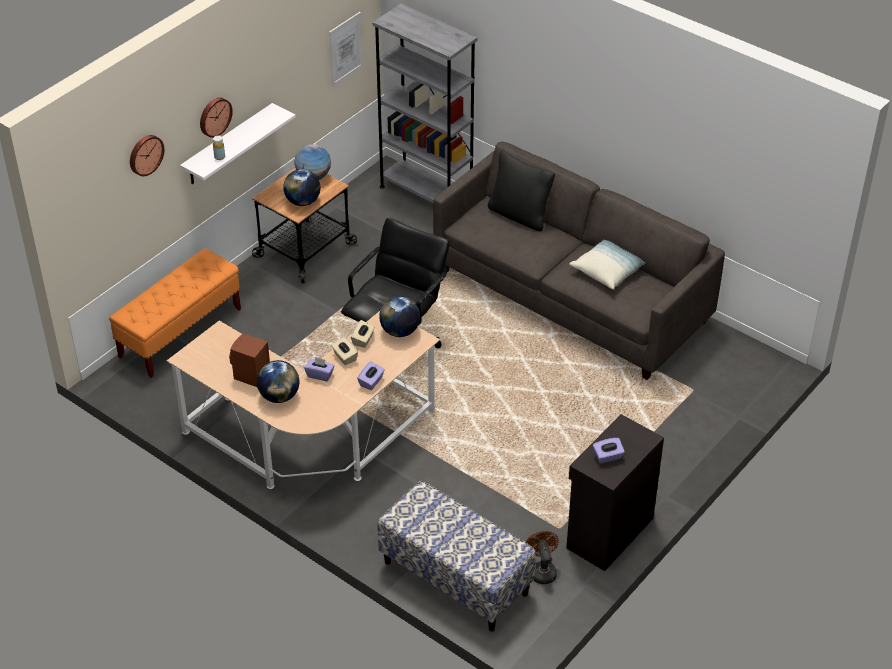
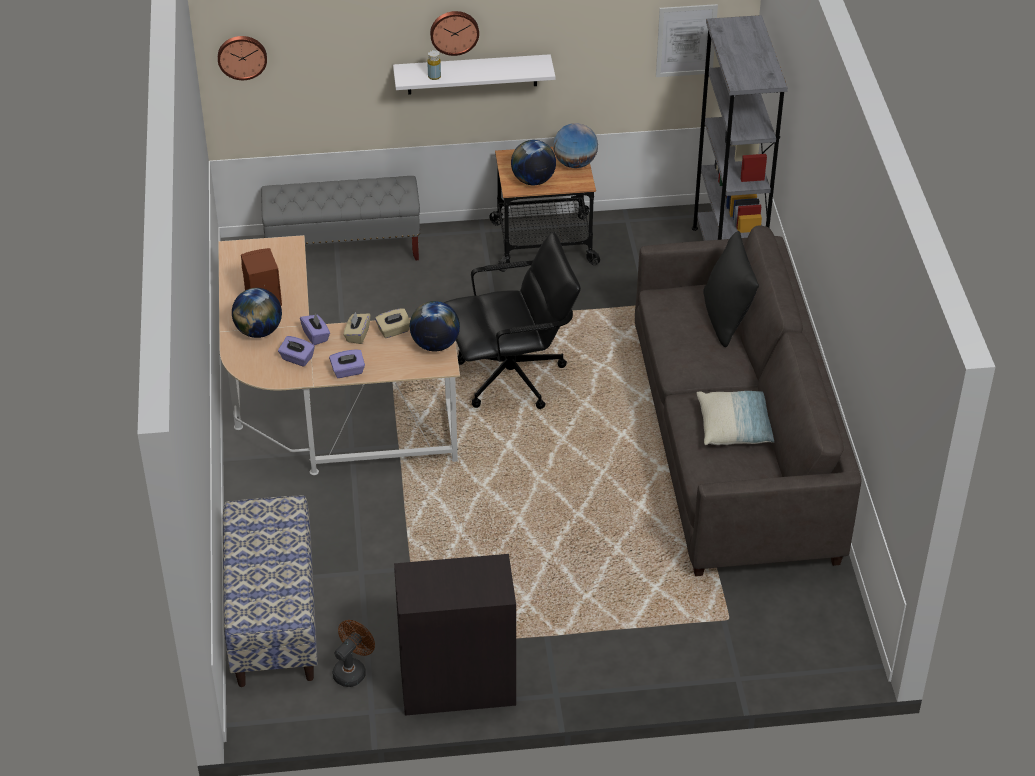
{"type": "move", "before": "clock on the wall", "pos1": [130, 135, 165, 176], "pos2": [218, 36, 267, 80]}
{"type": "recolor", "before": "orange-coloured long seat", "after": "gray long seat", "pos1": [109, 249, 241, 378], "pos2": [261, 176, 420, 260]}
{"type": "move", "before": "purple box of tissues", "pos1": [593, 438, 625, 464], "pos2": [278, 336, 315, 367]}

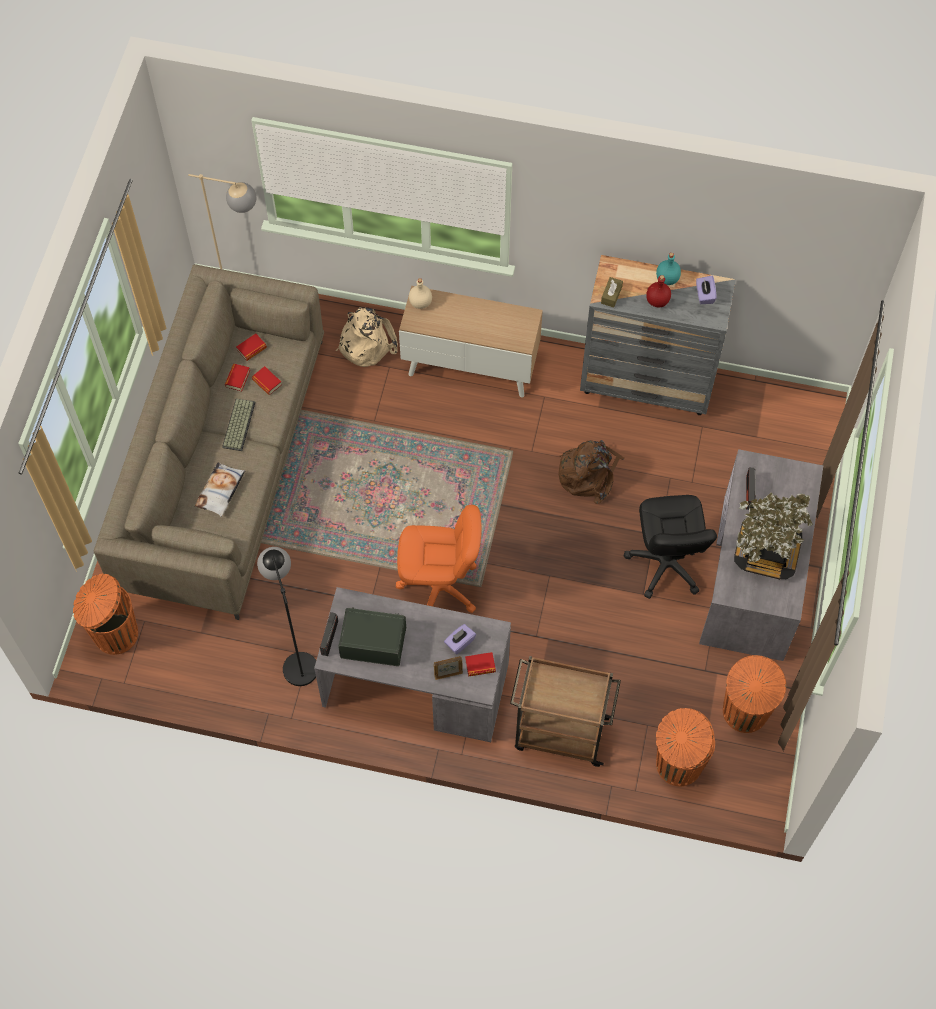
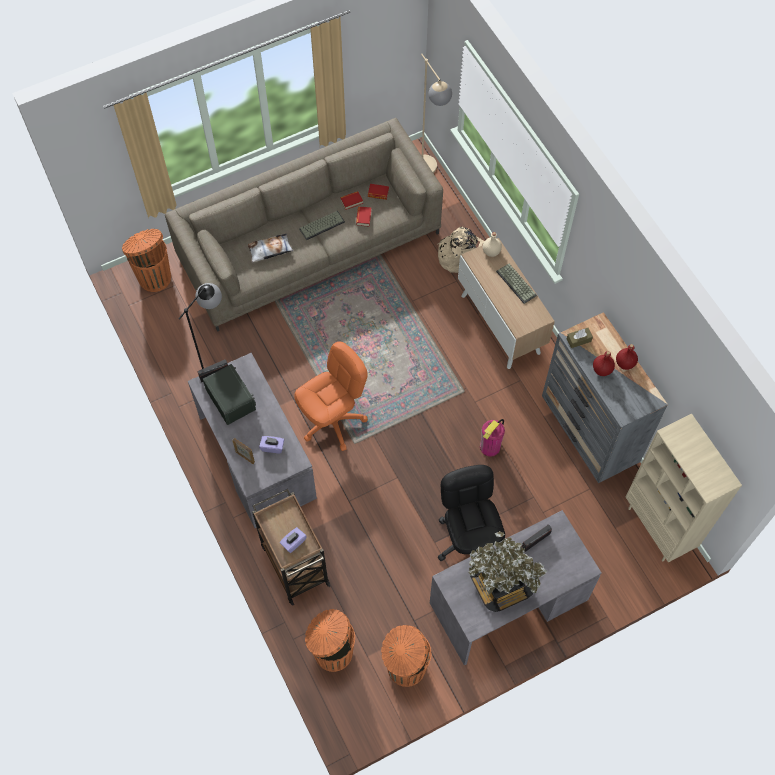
{"type": "recolor", "before": "turquoise drink bottle", "after": "red drink bottle", "pos1": [656, 253, 681, 285], "pos2": [616, 344, 638, 370]}
{"type": "move", "before": "purple box of tissues", "pos1": [696, 276, 716, 304], "pos2": [280, 527, 307, 553]}
{"type": "replace", "before": "brownish backpack", "after": "fire extinguisher", "pos1": [558, 440, 624, 504], "pos2": [480, 419, 505, 457]}
{"type": "rotate", "before": "black-coloured office chair", "pos1": [624, 495, 717, 599], "pos2": [438, 465, 505, 561], "turn": 120}
{"type": "rotate", "before": "orange-coloured office chair", "pos1": [396, 505, 482, 613], "pos2": [294, 342, 368, 451], "turn": -90}
{"type": "delete", "before": "bound book", "pos1": [465, 652, 496, 677]}
{"type": "insert", "after": "keyboard", "pos2": [496, 264, 537, 304]}
{"type": "insert", "after": "beige shelving unit", "pos2": [626, 413, 742, 563]}

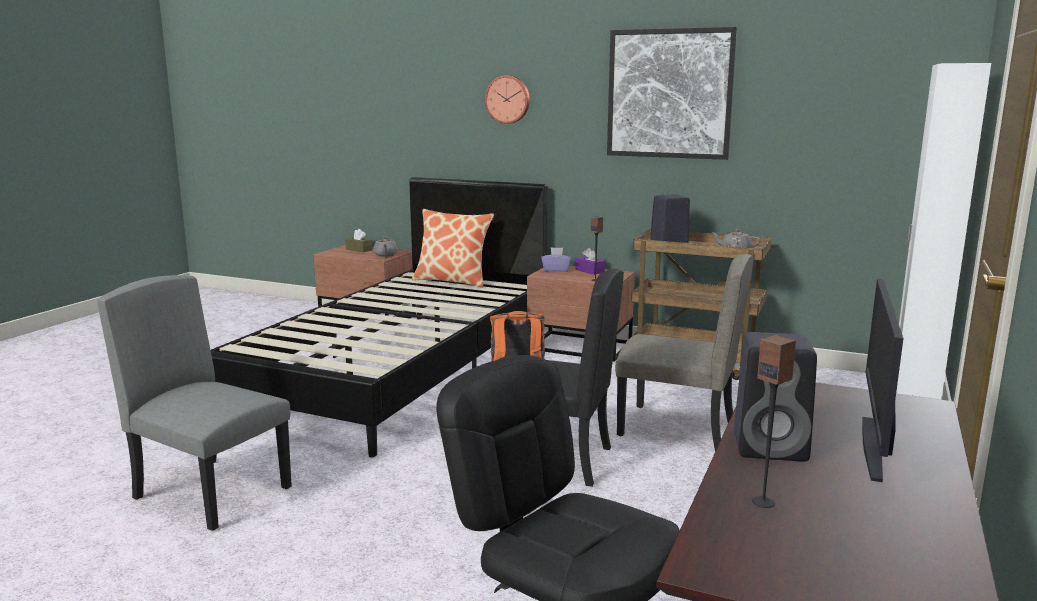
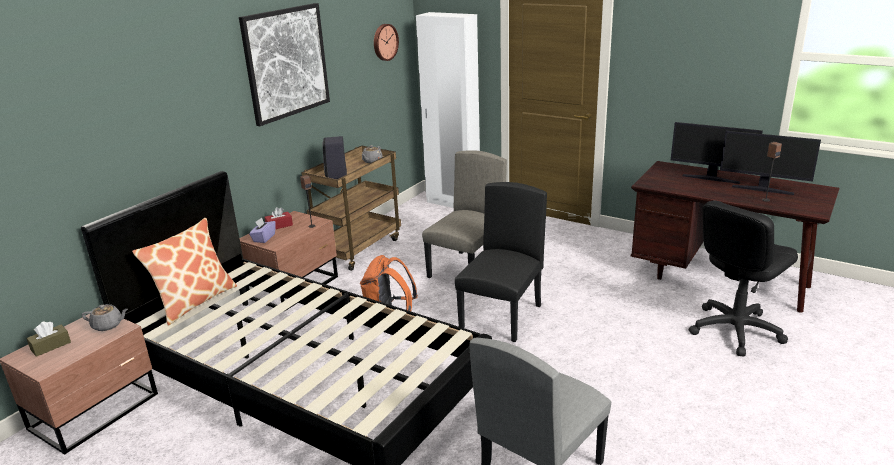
{"type": "move", "before": "clock on the wall", "pos1": [485, 75, 530, 124], "pos2": [374, 24, 399, 61]}
{"type": "recolor", "before": "purple box of tissues", "after": "red box of tissues", "pos1": [576, 248, 605, 275], "pos2": [264, 207, 293, 229]}
{"type": "delete", "before": "black-coloured loudspeaker", "pos1": [734, 332, 817, 462]}
{"type": "insert", "after": "monitor", "pos2": [720, 131, 821, 195]}

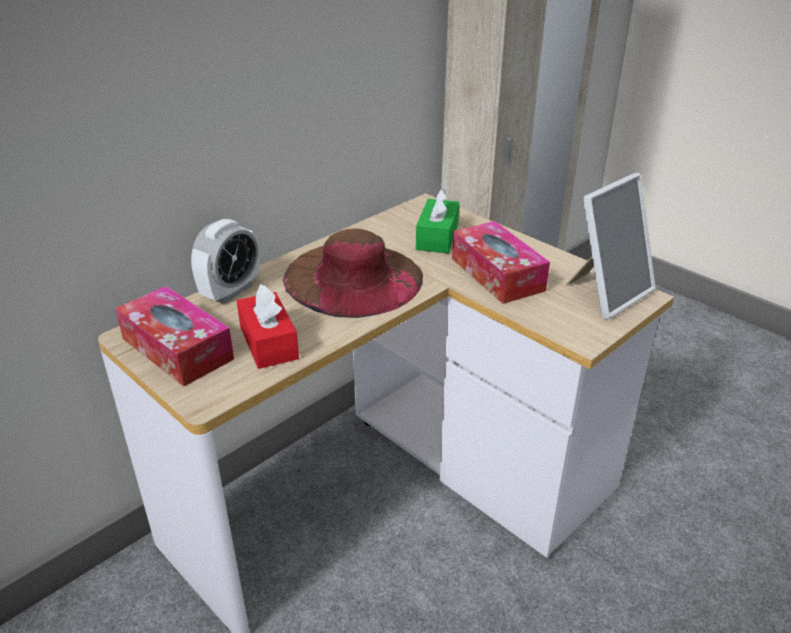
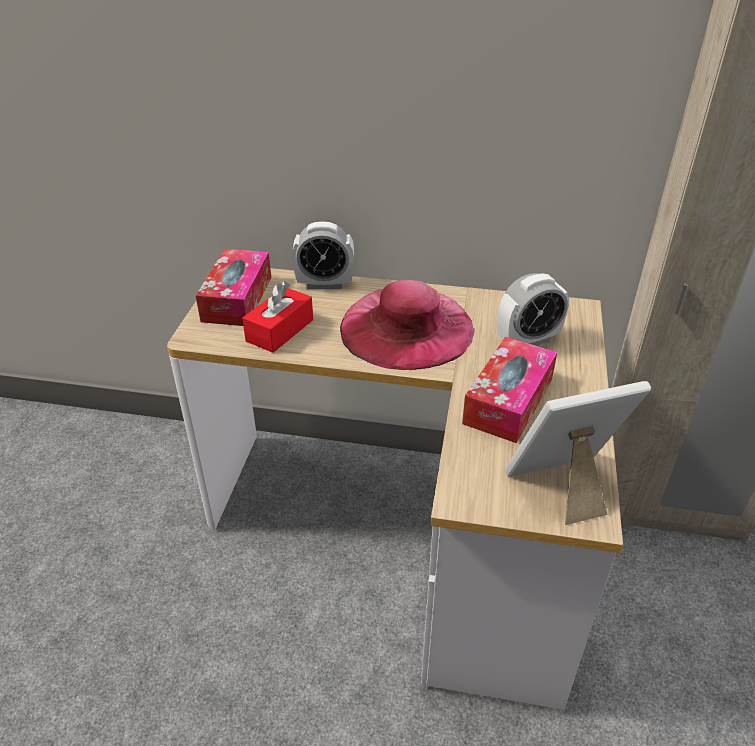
{"type": "rotate", "before": "standing frame", "pos1": [566, 173, 656, 320], "pos2": [505, 381, 651, 525], "turn": 150}
{"type": "replace", "before": "greenish box of tissues", "after": "alarm clock", "pos1": [416, 188, 459, 253], "pos2": [498, 273, 569, 346]}
{"type": "recolor", "before": "brownish wearable hat", "after": "pink-coloured wearable hat", "pos1": [283, 229, 423, 318], "pos2": [340, 280, 475, 370]}

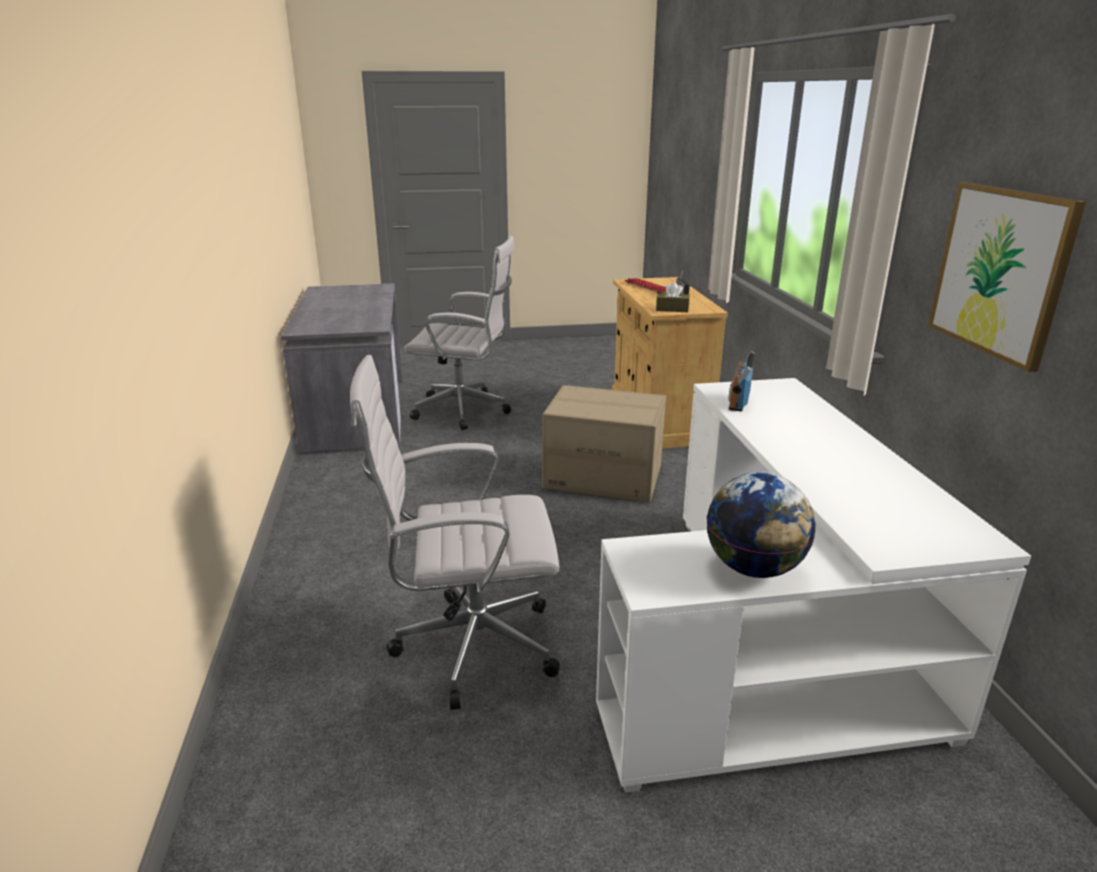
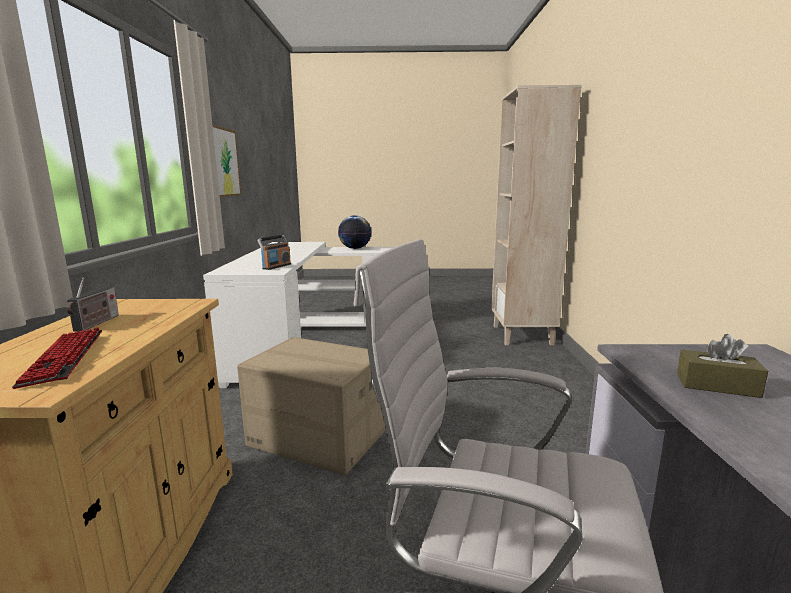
{"type": "move", "before": "brownish box of tissues", "pos1": [656, 282, 690, 312], "pos2": [677, 334, 768, 398]}
{"type": "delete", "before": "white office chair", "pos1": [350, 355, 560, 710]}
{"type": "insert", "after": "beige shelving unit", "pos2": [491, 85, 581, 345]}

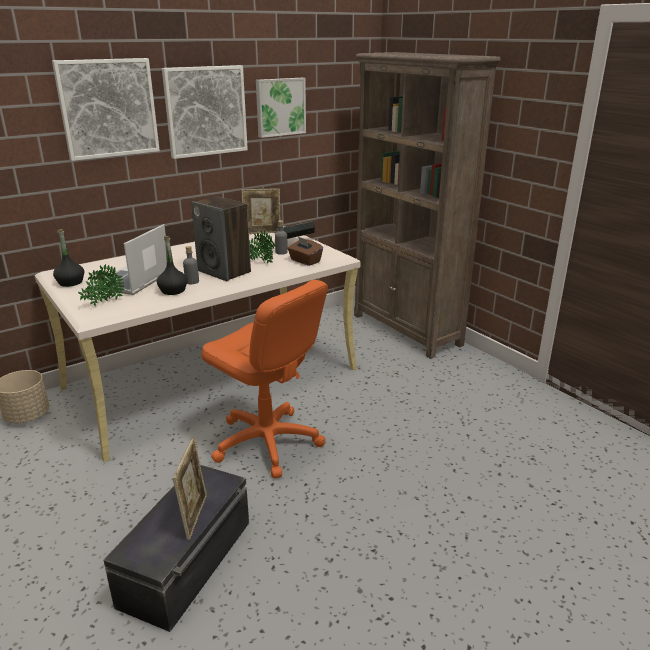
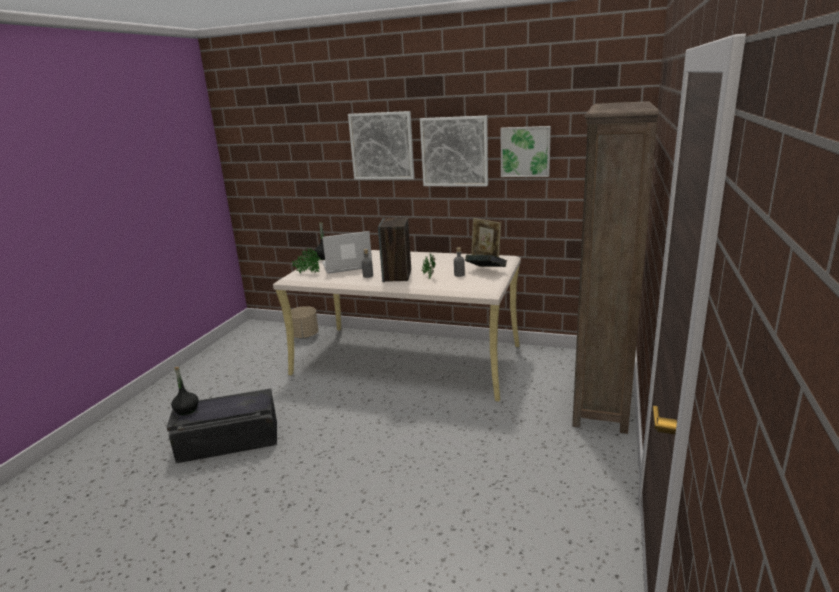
{"type": "move", "before": "black-coloured drink bottle", "pos1": [157, 236, 187, 295], "pos2": [171, 367, 199, 415]}
{"type": "delete", "before": "brownish box of tissues", "pos1": [287, 237, 323, 266]}
{"type": "delete", "before": "orange-coloured office chair", "pos1": [201, 280, 328, 479]}
{"type": "delete", "before": "standing frame", "pos1": [173, 437, 207, 540]}

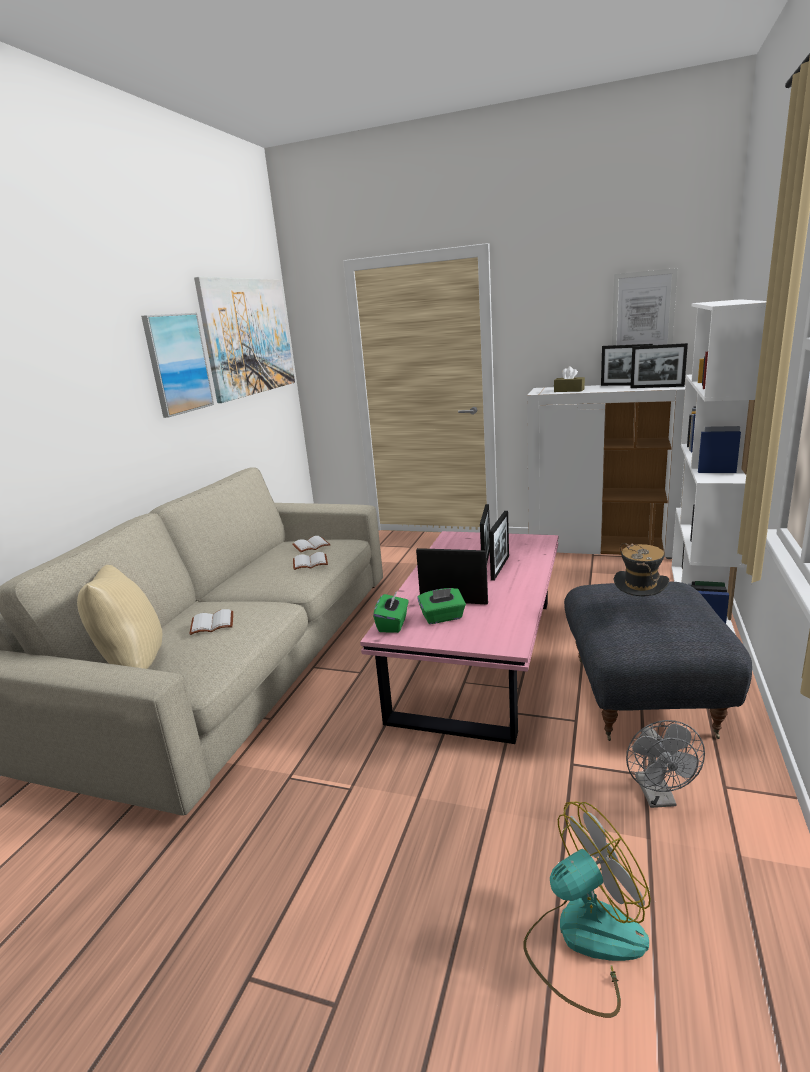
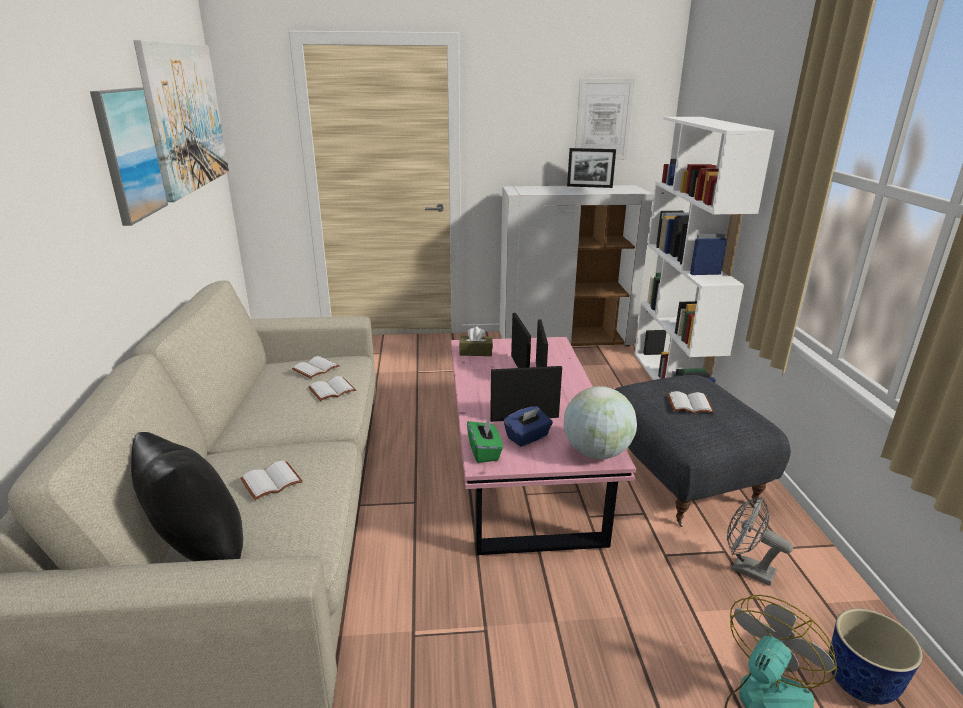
{"type": "delete", "before": "standing frame", "pos1": [631, 343, 688, 388]}
{"type": "move", "before": "brownish box of tissues", "pos1": [554, 366, 585, 392], "pos2": [459, 326, 493, 356]}
{"type": "replace", "before": "wearable hat", "after": "white bound book", "pos1": [614, 543, 669, 597], "pos2": [667, 391, 715, 413]}
{"type": "recolor", "before": "beige pillow", "after": "black-coloured pillow", "pos1": [77, 565, 162, 669], "pos2": [131, 432, 243, 561]}
{"type": "recolor", "before": "greenish box of tissues", "after": "blue-coloured box of tissues", "pos1": [417, 588, 466, 624], "pos2": [504, 406, 553, 447]}
{"type": "rotate", "before": "gray fan", "pos1": [626, 720, 705, 808], "pos2": [727, 497, 793, 586], "turn": 150}
{"type": "insert", "after": "globe", "pos2": [564, 386, 637, 459]}
{"type": "insert", "after": "plant pot", "pos2": [829, 608, 923, 705]}

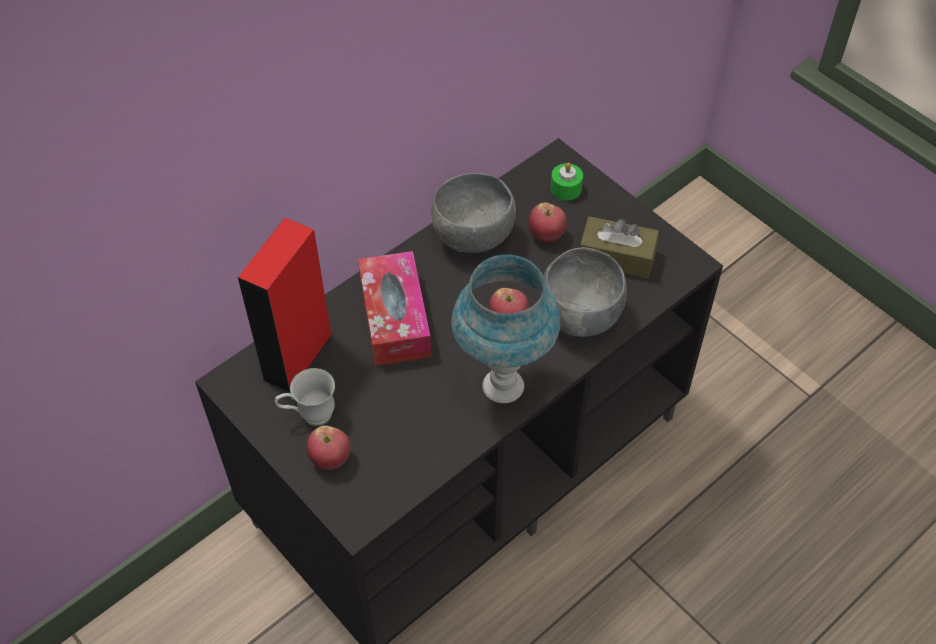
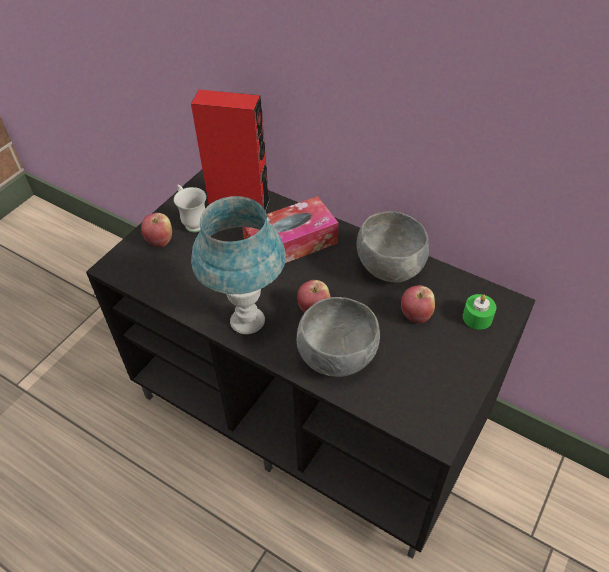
{"type": "delete", "before": "brownish box of tissues", "pos1": [579, 216, 659, 279]}

